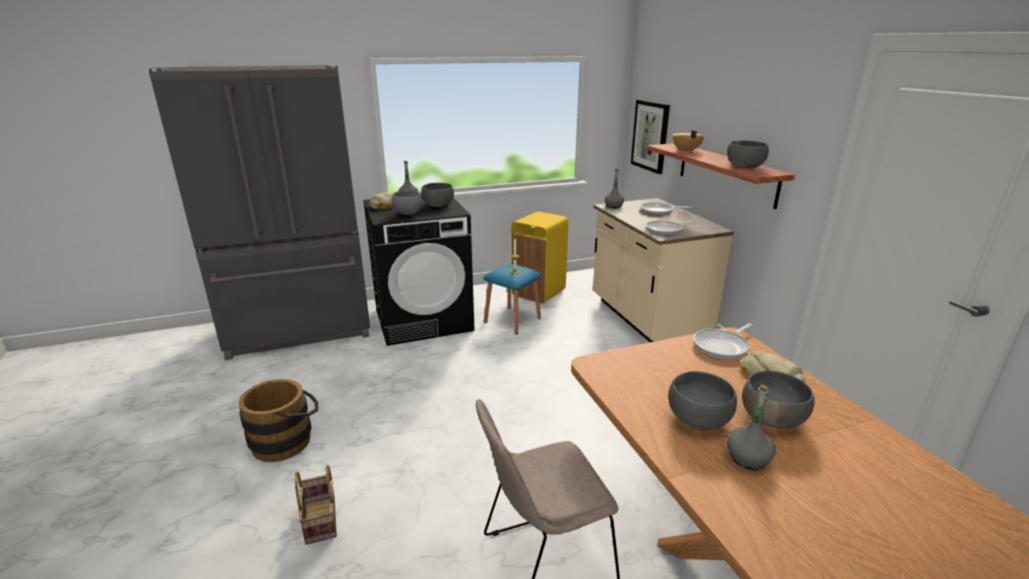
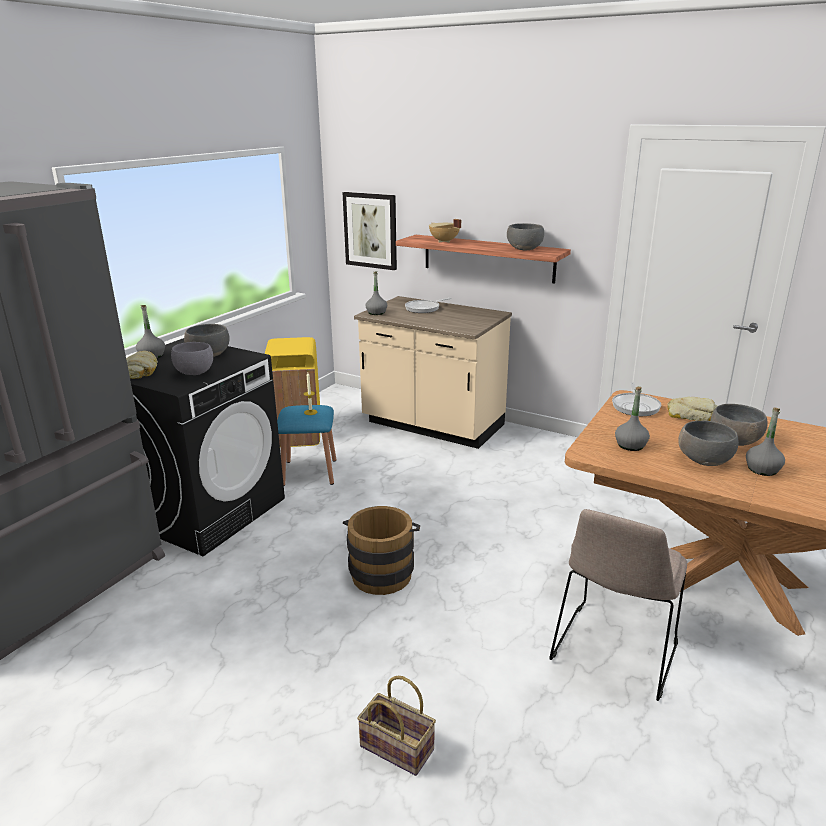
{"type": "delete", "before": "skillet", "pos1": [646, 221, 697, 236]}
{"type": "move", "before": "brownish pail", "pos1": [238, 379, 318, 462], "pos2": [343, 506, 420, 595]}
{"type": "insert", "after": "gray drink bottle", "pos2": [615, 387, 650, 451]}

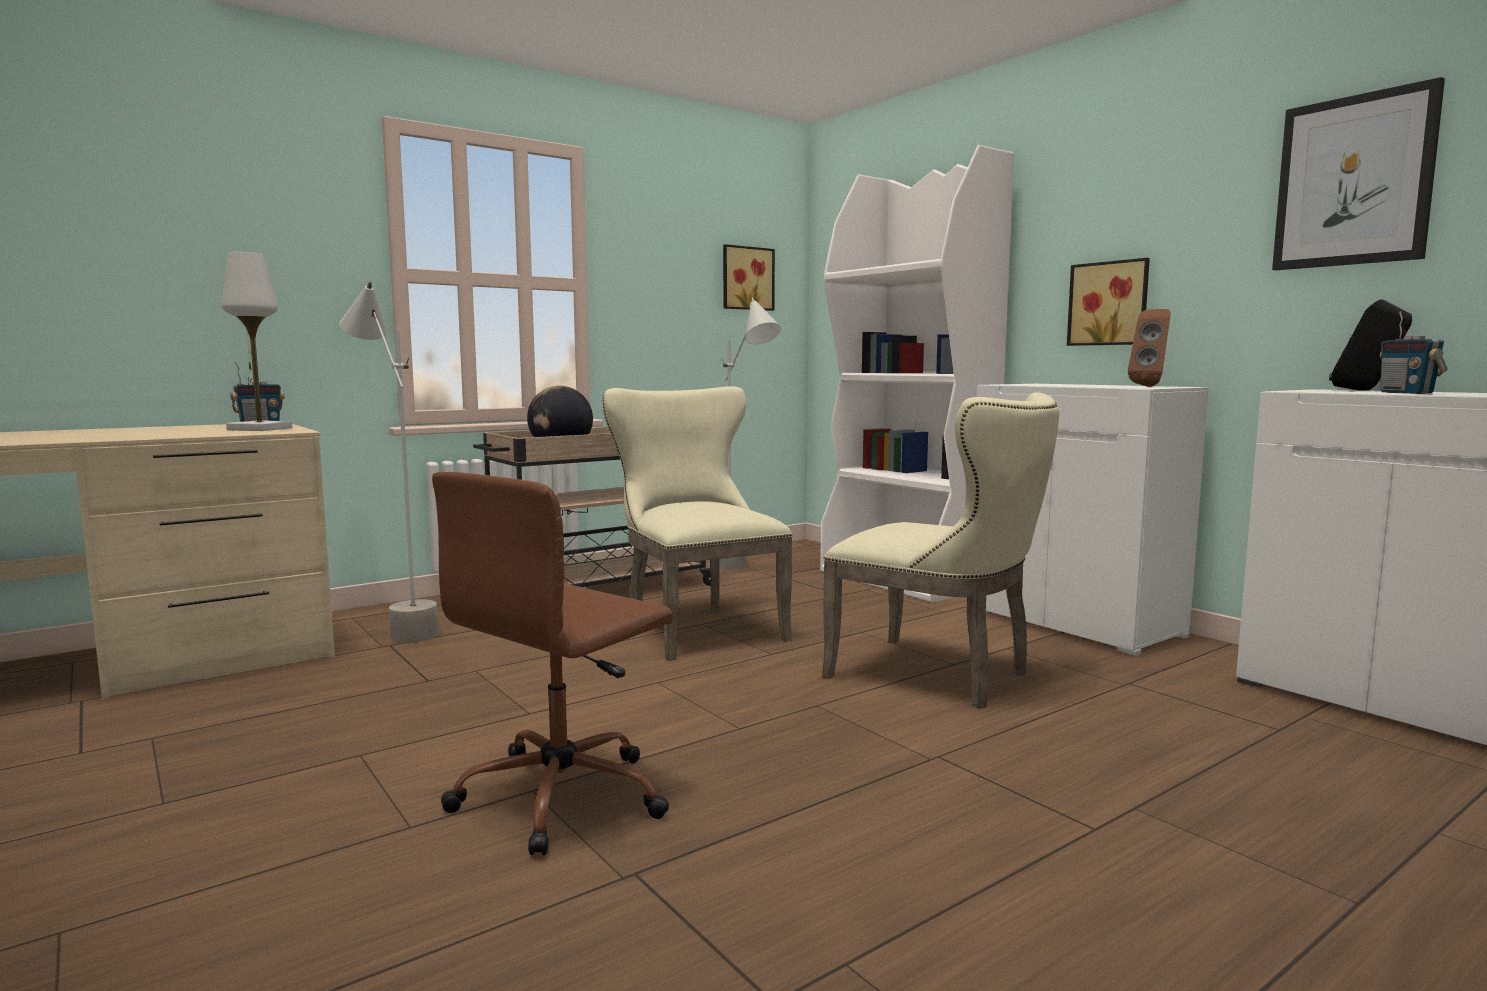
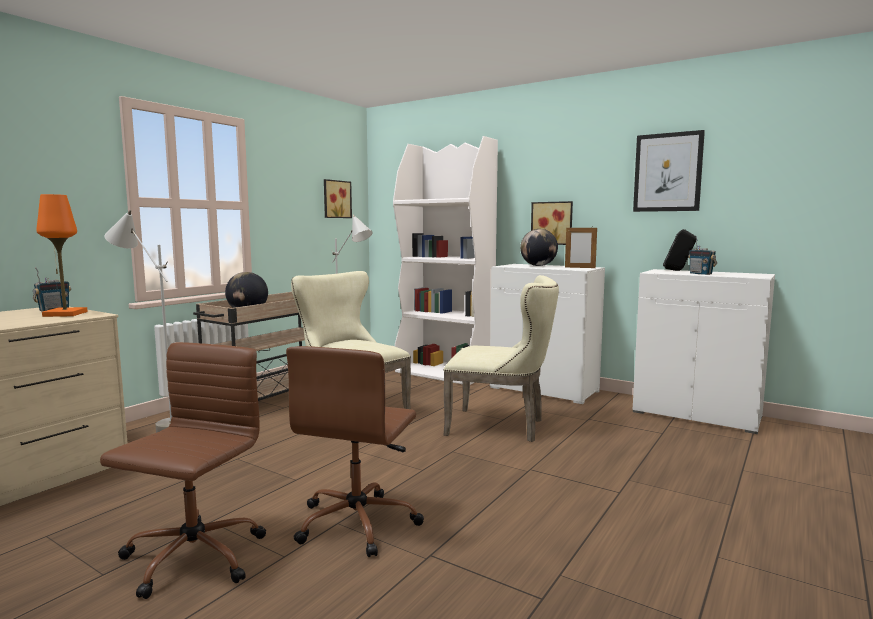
{"type": "recolor", "before": "white lamp for a table", "after": "orange-coloured lamp for a table", "pos1": [222, 252, 292, 431], "pos2": [36, 194, 88, 317]}
{"type": "replace", "before": "brownish loudspeaker", "after": "standing frame", "pos1": [1128, 309, 1171, 387], "pos2": [565, 226, 597, 268]}
{"type": "insert", "after": "globe", "pos2": [520, 229, 558, 266]}
{"type": "insert", "after": "brownish office chair", "pos2": [100, 342, 266, 599]}

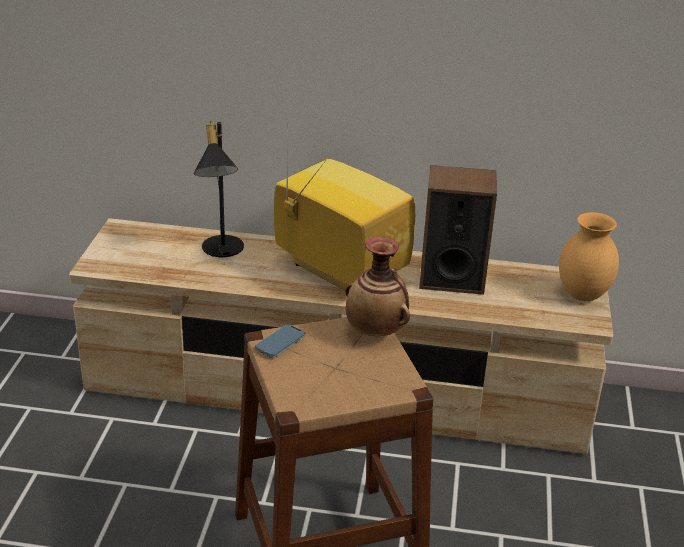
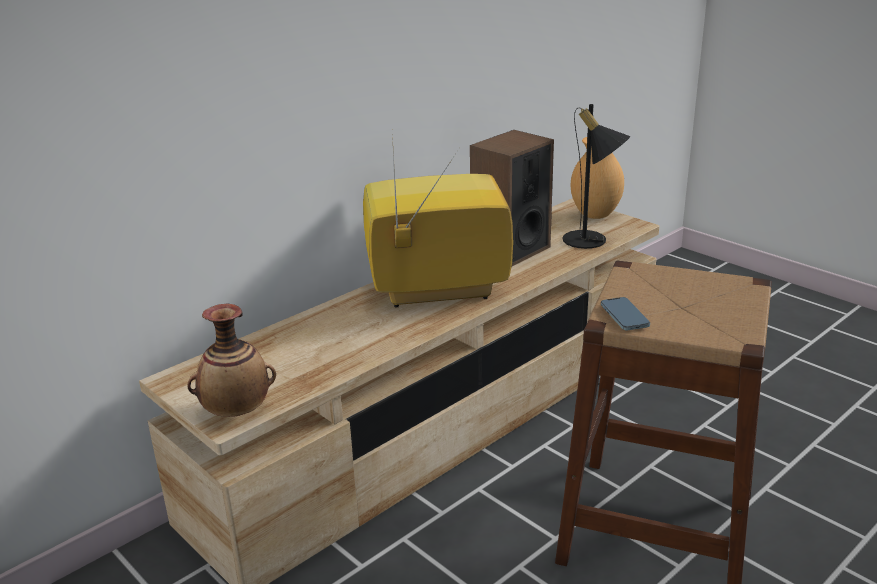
{"type": "move", "before": "black-coloured lamp for a table", "pos1": [194, 121, 244, 257], "pos2": [563, 104, 630, 249]}
{"type": "move", "before": "flower vase", "pos1": [346, 237, 410, 336], "pos2": [187, 304, 276, 417]}

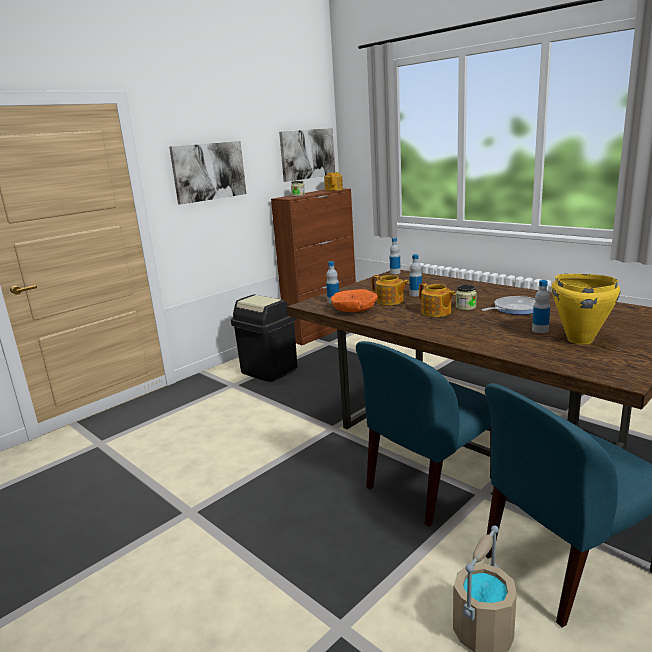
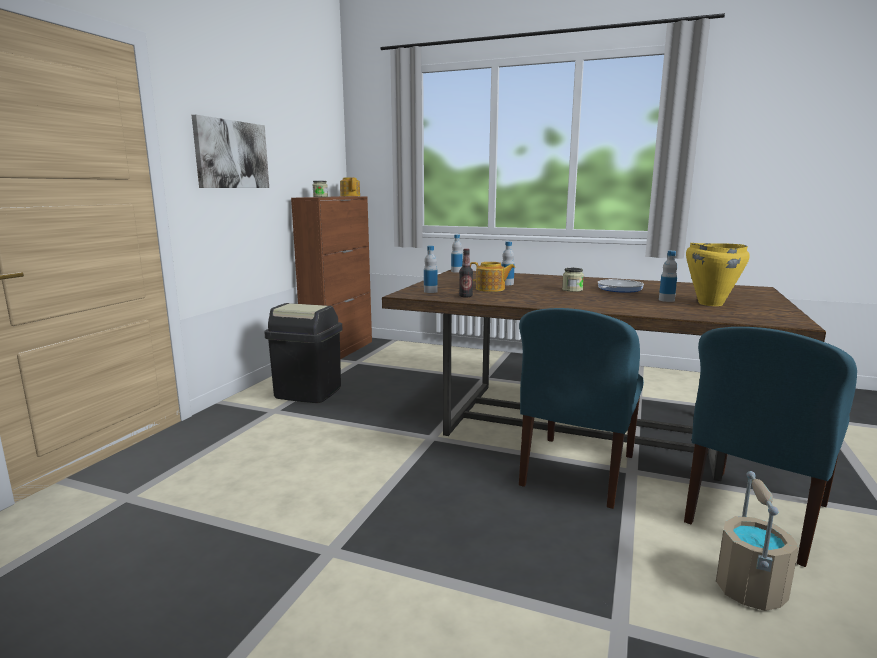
{"type": "delete", "before": "wall art", "pos1": [279, 128, 335, 182]}
{"type": "delete", "before": "teapot", "pos1": [419, 283, 456, 317]}
{"type": "replace", "before": "orange-coloured bowl", "after": "drink bottle", "pos1": [331, 289, 378, 312], "pos2": [459, 249, 473, 298]}

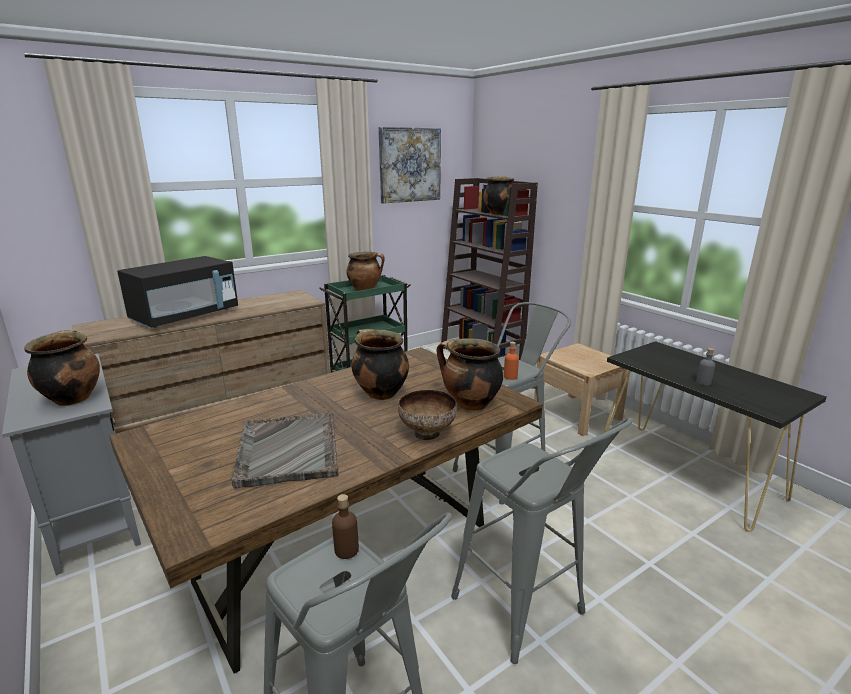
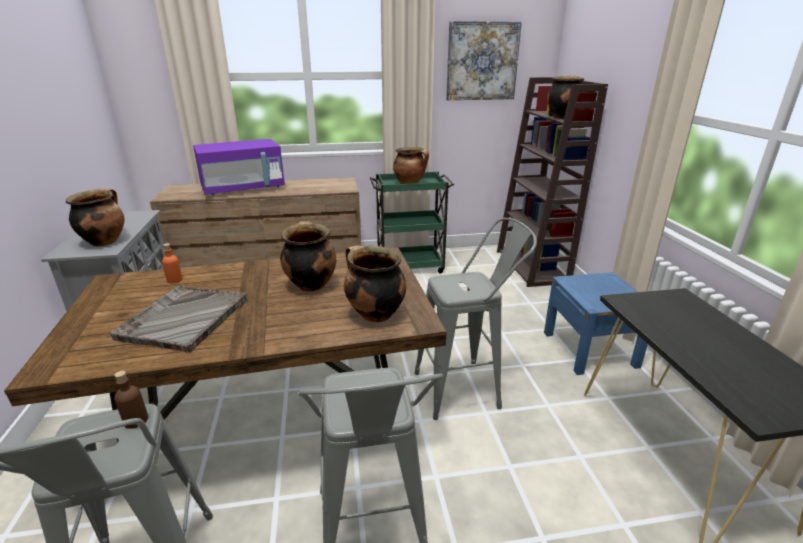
{"type": "recolor", "before": "black-coloured microwave oven", "after": "purple microwave oven", "pos1": [117, 256, 238, 328], "pos2": [193, 139, 285, 195]}
{"type": "move", "before": "orange-coloured drink bottle", "pos1": [504, 342, 519, 380], "pos2": [162, 243, 182, 283]}
{"type": "recolor", "before": "beige night table", "after": "blue-coloured night table", "pos1": [534, 343, 629, 436], "pos2": [544, 272, 648, 375]}
{"type": "delete", "before": "gray drink bottle", "pos1": [696, 348, 715, 386]}
{"type": "delete", "before": "bowl", "pos1": [398, 390, 457, 440]}

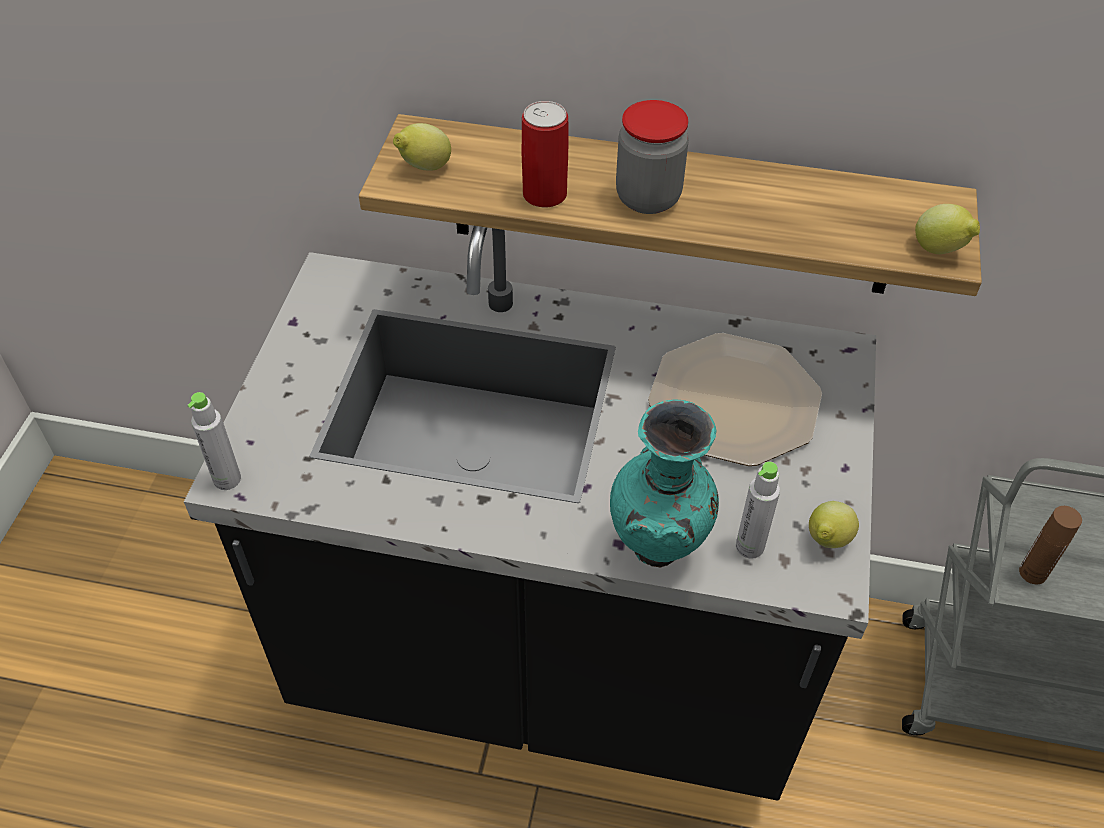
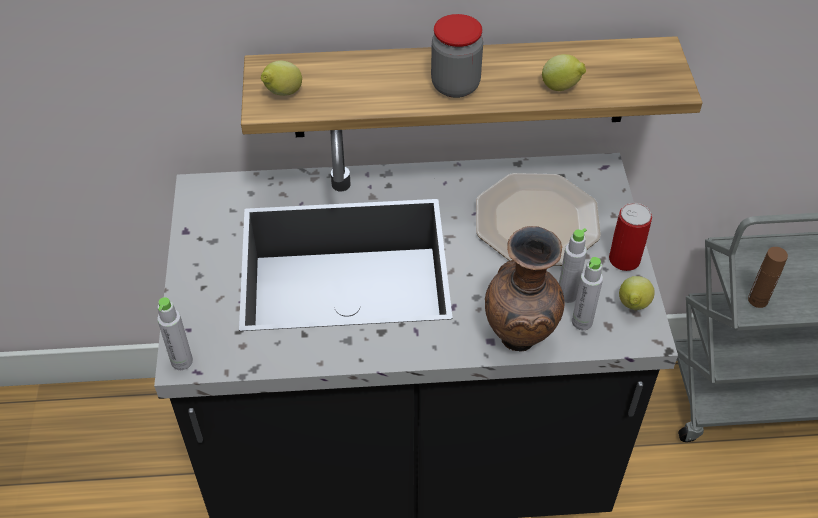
{"type": "move", "before": "can", "pos1": [522, 101, 568, 207], "pos2": [609, 203, 652, 271]}
{"type": "move", "before": "whole lemon", "pos1": [915, 204, 980, 254], "pos2": [542, 54, 586, 91]}
{"type": "recolor", "before": "turquoise flower vase", "after": "brownish flower vase", "pos1": [610, 399, 719, 567], "pos2": [485, 226, 564, 352]}
{"type": "insert", "after": "gray drink bottle", "pos2": [559, 228, 587, 303]}

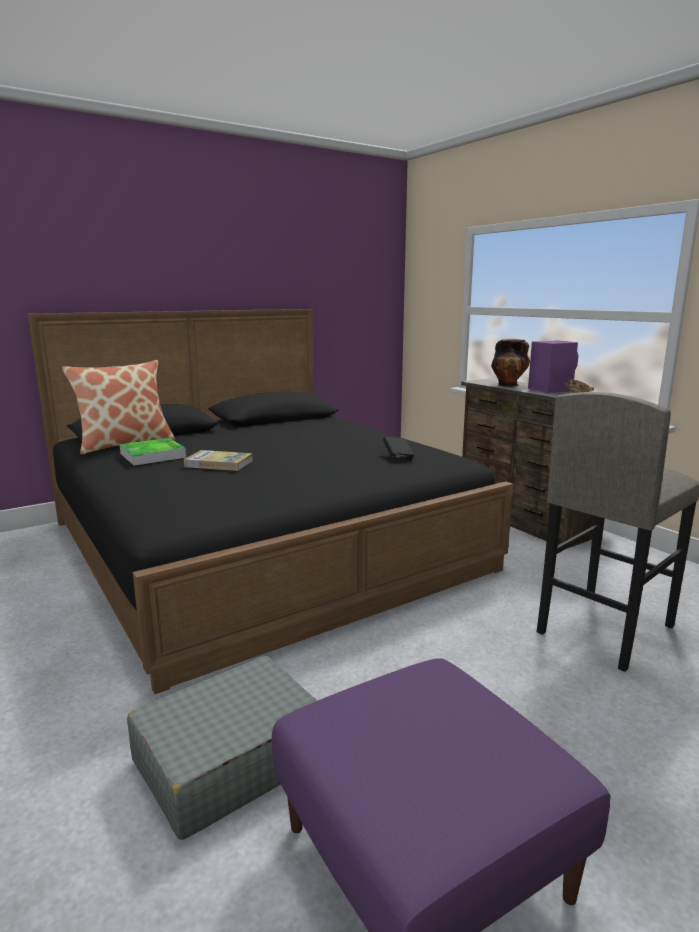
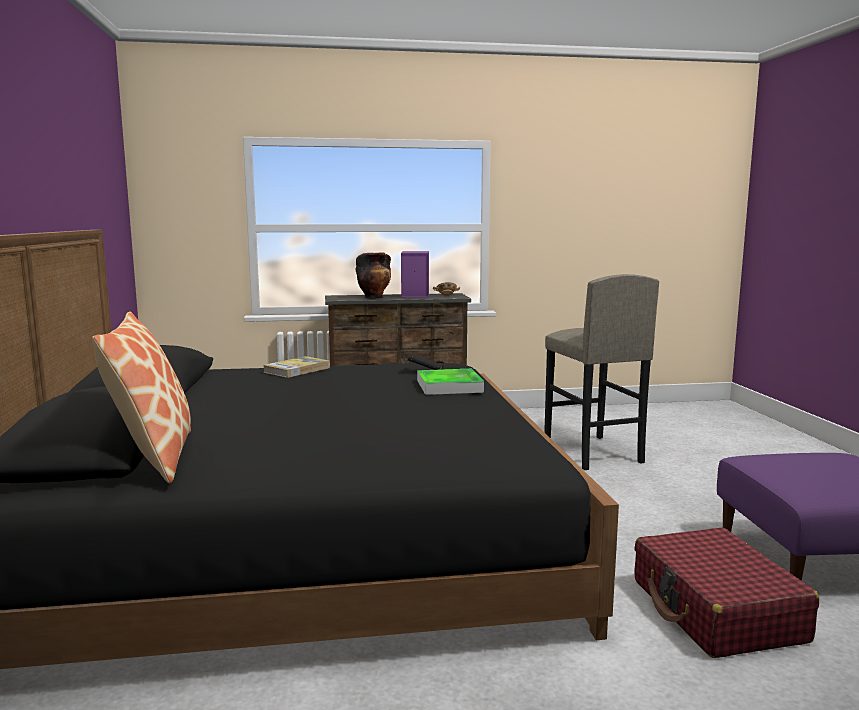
{"type": "move", "before": "tray", "pos1": [119, 438, 186, 465], "pos2": [417, 369, 484, 395]}
{"type": "move", "before": "bound book", "pos1": [184, 450, 253, 471], "pos2": [263, 356, 330, 378]}
{"type": "recolor", "before": "gray piece of luggage", "after": "red piece of luggage", "pos1": [127, 656, 318, 840], "pos2": [634, 528, 819, 658]}

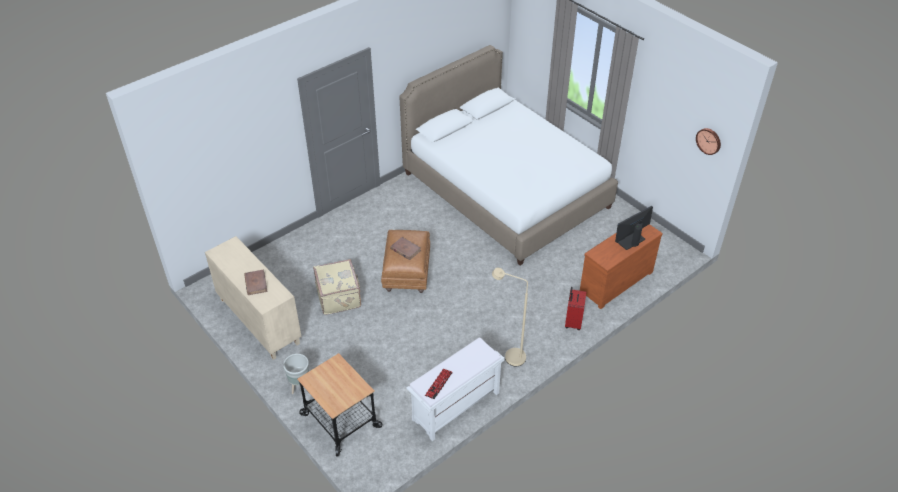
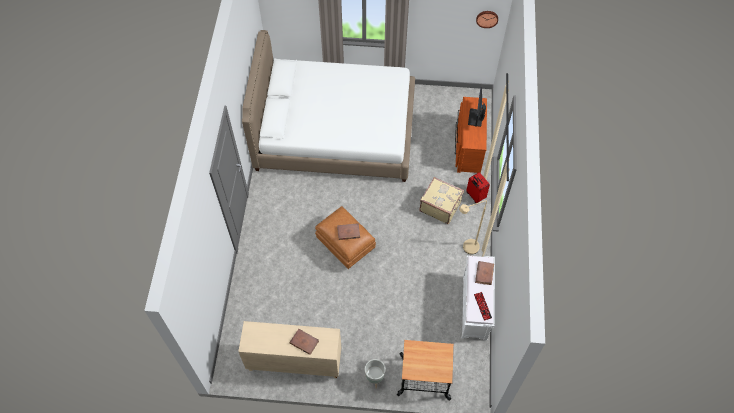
{"type": "move", "before": "beige piece of luggage", "pos1": [313, 259, 361, 315], "pos2": [419, 177, 464, 224]}
{"type": "insert", "after": "brownish bound book", "pos2": [475, 261, 494, 285]}

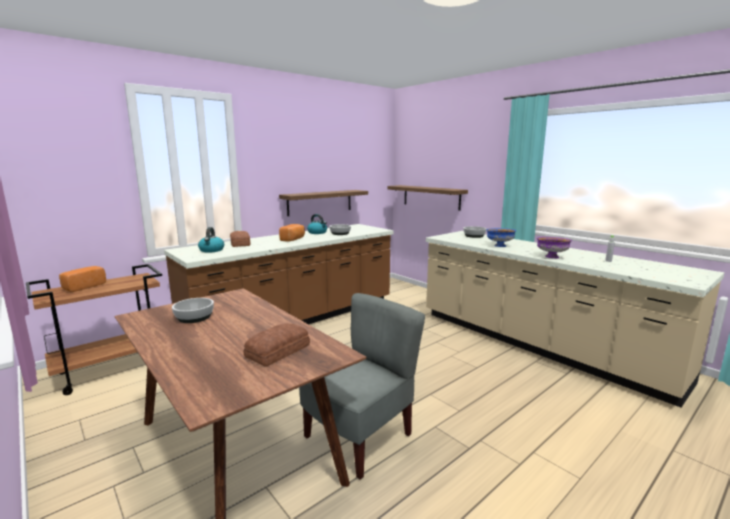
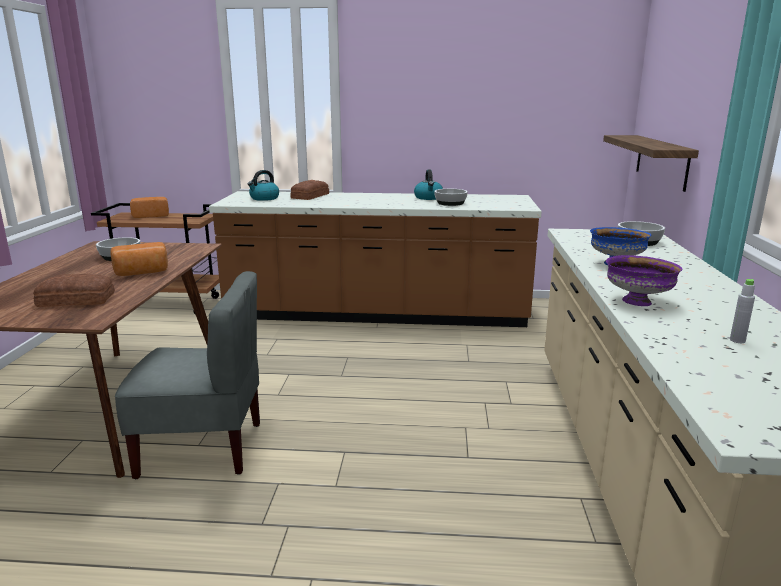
{"type": "delete", "before": "wall shelf", "pos1": [279, 190, 368, 216]}
{"type": "move", "before": "bakery bread", "pos1": [279, 224, 305, 242], "pos2": [111, 242, 168, 276]}

